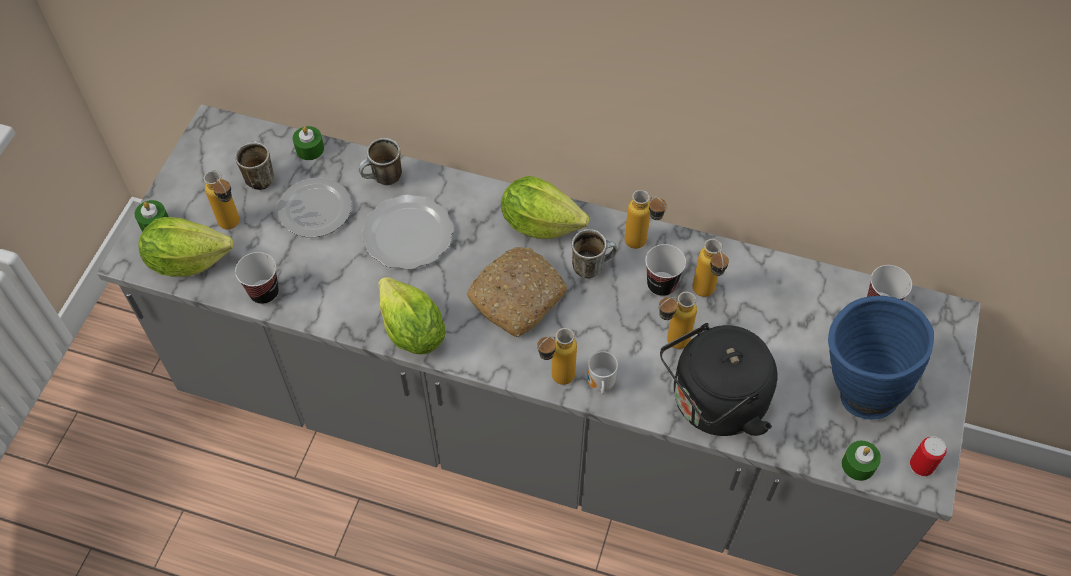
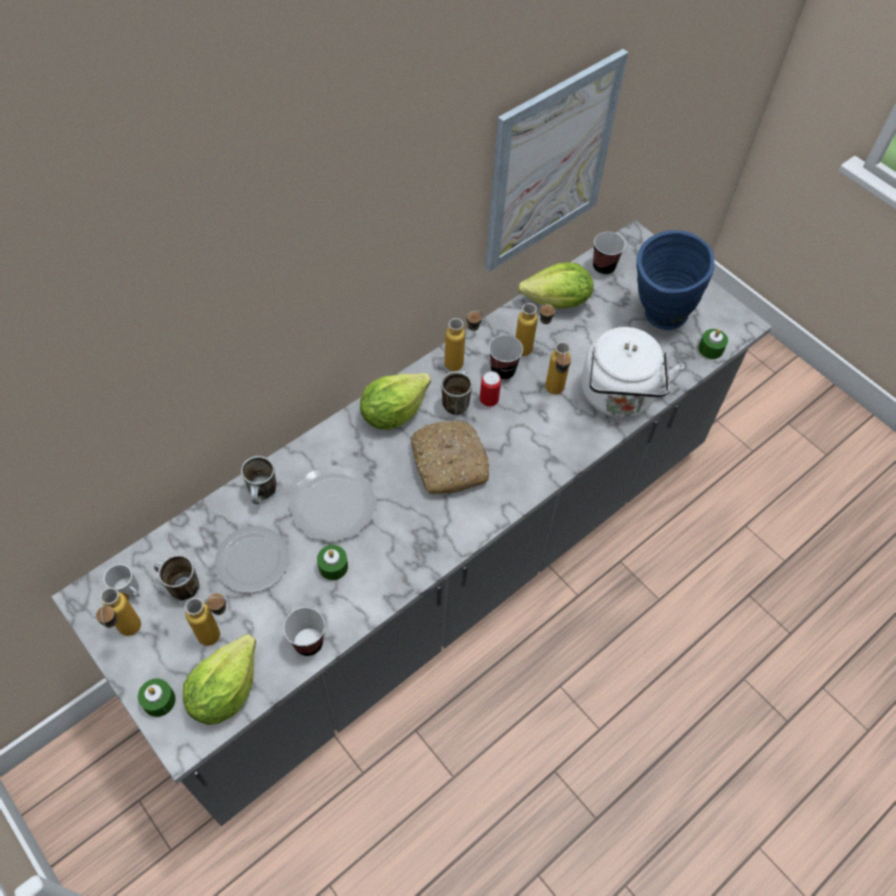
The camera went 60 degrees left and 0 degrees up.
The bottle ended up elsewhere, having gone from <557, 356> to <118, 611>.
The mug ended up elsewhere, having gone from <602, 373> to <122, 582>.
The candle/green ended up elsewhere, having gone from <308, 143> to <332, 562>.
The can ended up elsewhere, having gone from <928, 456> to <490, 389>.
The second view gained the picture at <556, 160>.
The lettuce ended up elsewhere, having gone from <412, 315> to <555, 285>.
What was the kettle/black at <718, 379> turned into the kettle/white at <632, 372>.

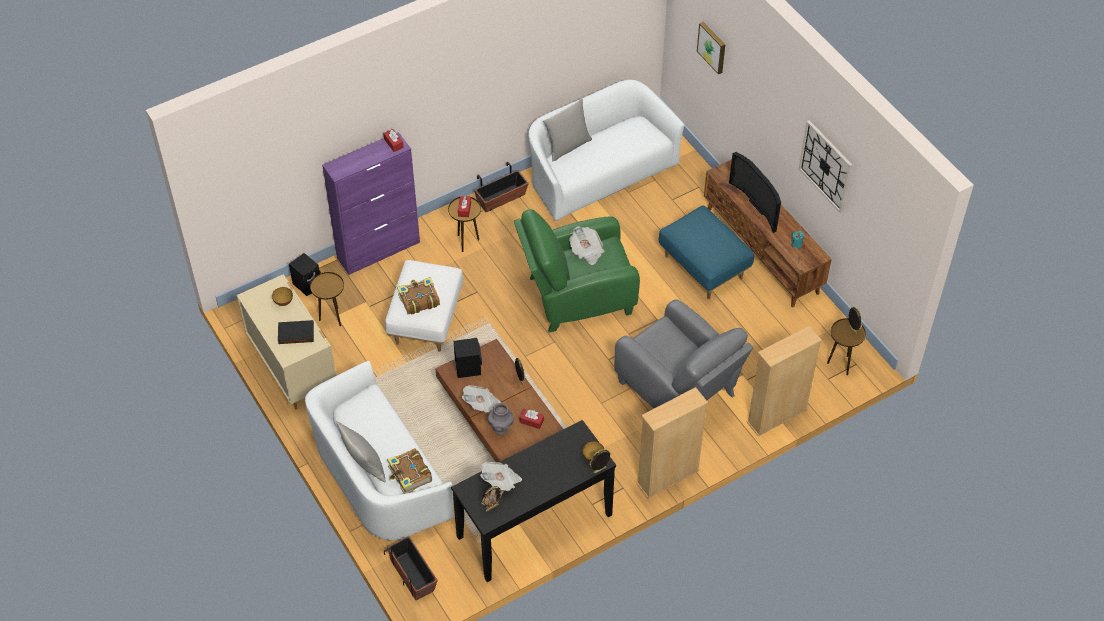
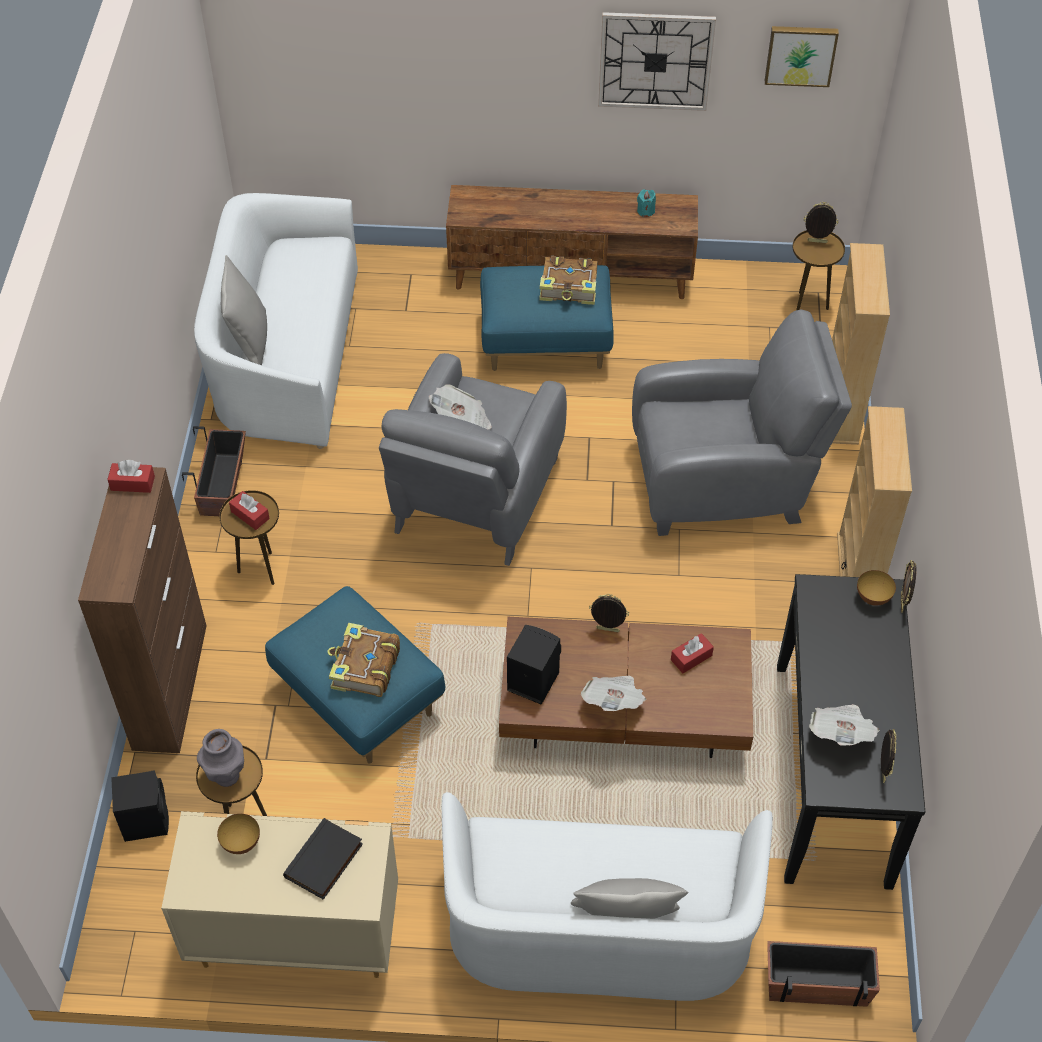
The camera went 55 degrees left and 0 degrees up.
What was the cabinet/purple at <371, 203> turned into the cabinet/brown at <142, 610>.
The vase/grey ended up elsewhere, having gone from <501, 419> to <220, 758>.
What was the ottoman/white at <424, 306> turned into the ottoman/blue at <355, 675>.
What was the armchair/green at <577, 270> turned into the armchair/grey at <473, 459>.
The book ended up elsewhere, having gone from <409, 471> to <568, 280>.
The picture ended up elsewhere, having gone from <711, 48> to <802, 56>.
The second view lost the television at <755, 192>.

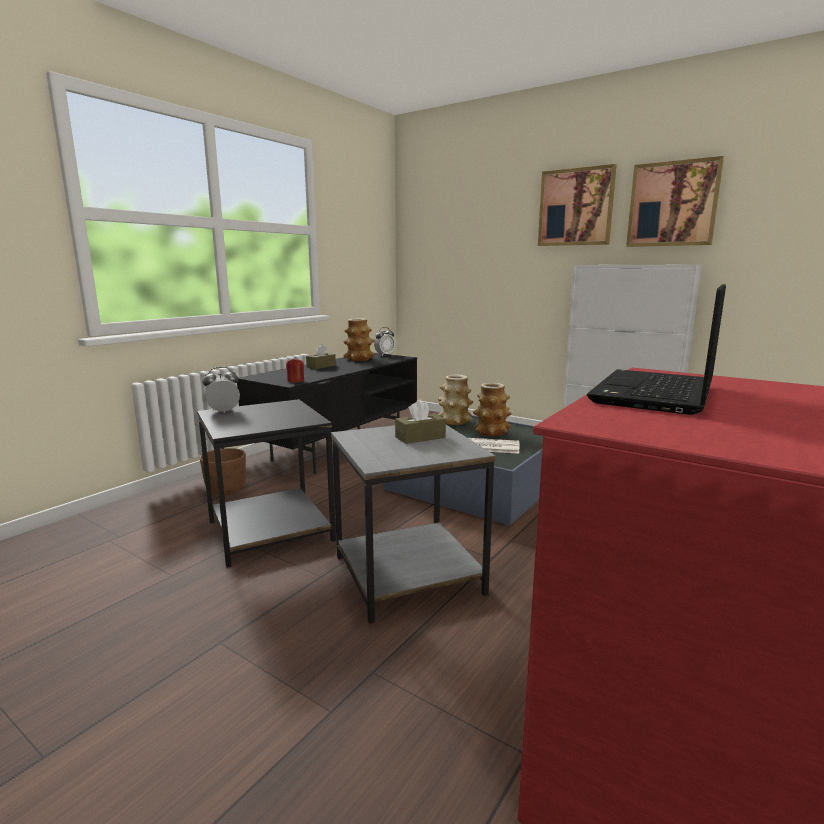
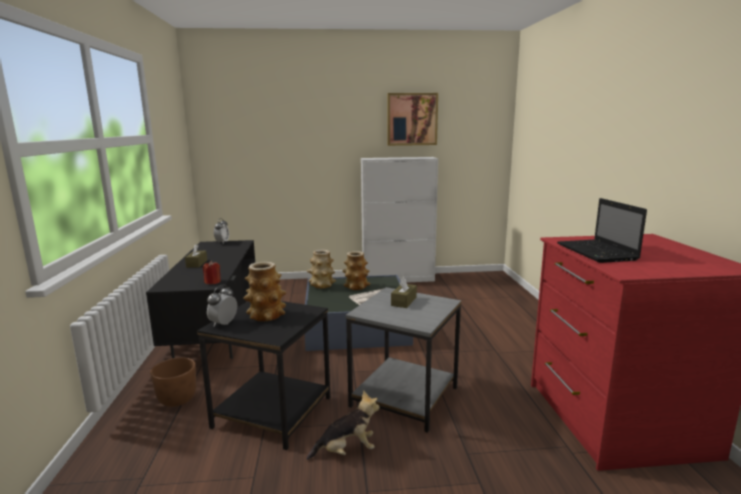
The camera went 40 degrees left and 0 degrees up.
The vase ended up elsewhere, having gone from <359, 339> to <264, 291>.
The second view gained the plush toy at <343, 425>.
The second view lost the picture at <577, 205>.

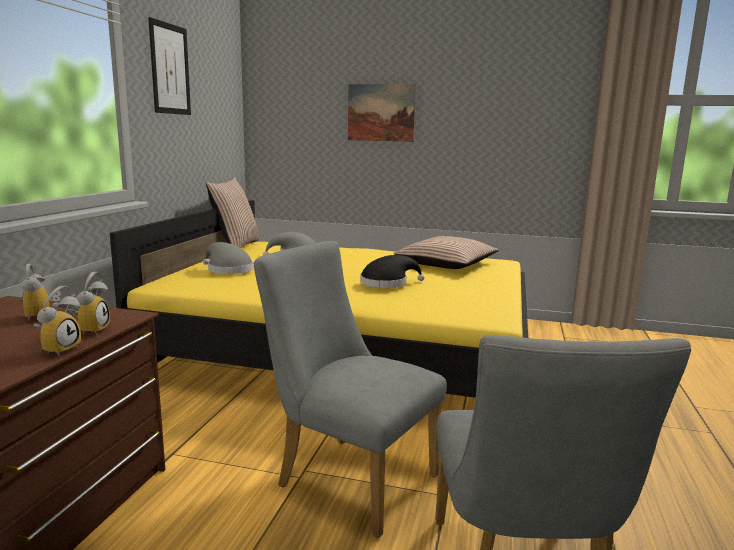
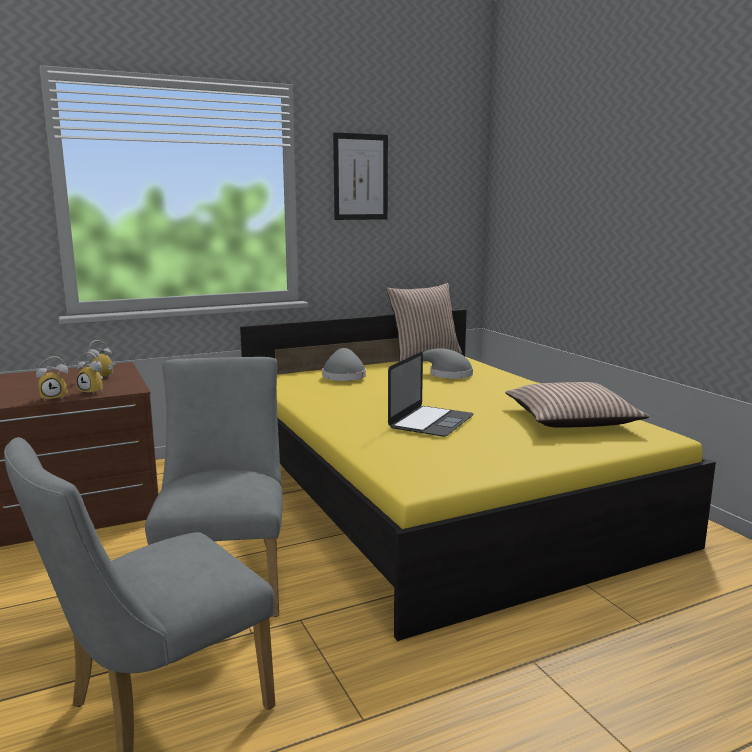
The camera went 50 degrees right and 0 degrees up.
The alarm clock at <88, 303> ended up facing another way, 60 degrees clockwise from before.
Where the hat/black stood at <392, 271>, the laptop came to stand at <431, 394>.
The second view lost the picture at <382, 113>.

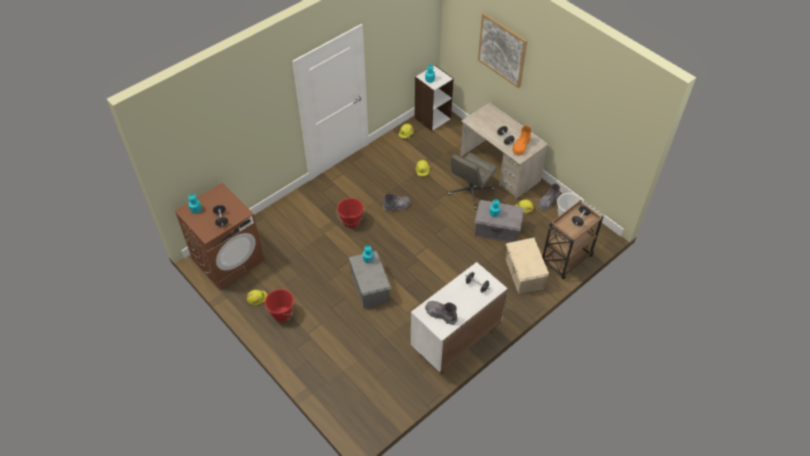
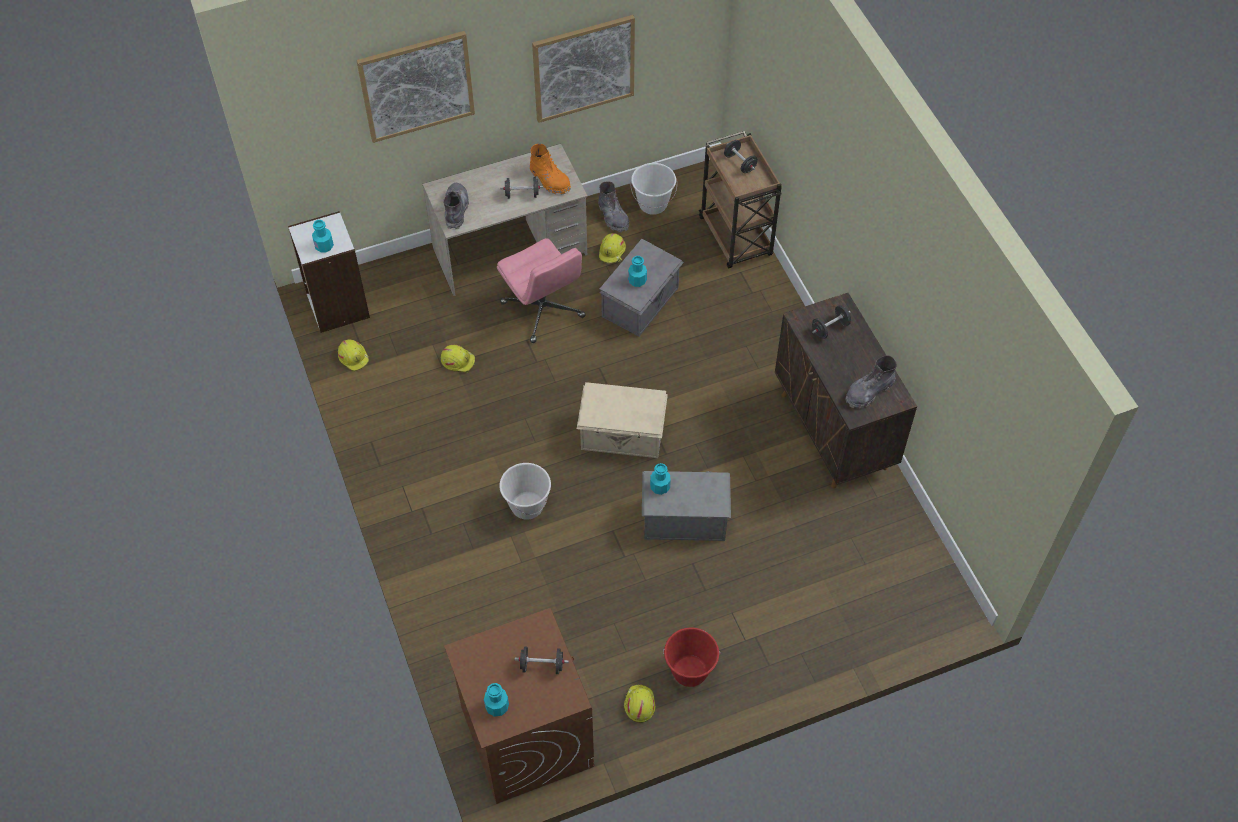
The camera went 70 degrees left and 5 degrees up.
The boot/grey ended up elsewhere, having gone from <396, 202> to <456, 206>.
What was the office chair/grey at <472, 181> turned into the office chair/pink at <541, 290>.
What was the bucket/red at <350, 213> turned into the bucket/white at <525, 491>.
The second view gained the picture at <583, 69>.
The storage box/beige ended up elsewhere, having gone from <527, 266> to <622, 420>.
What was the cabinet/white at <459, 318> turned into the cabinet/brown at <846, 390>.

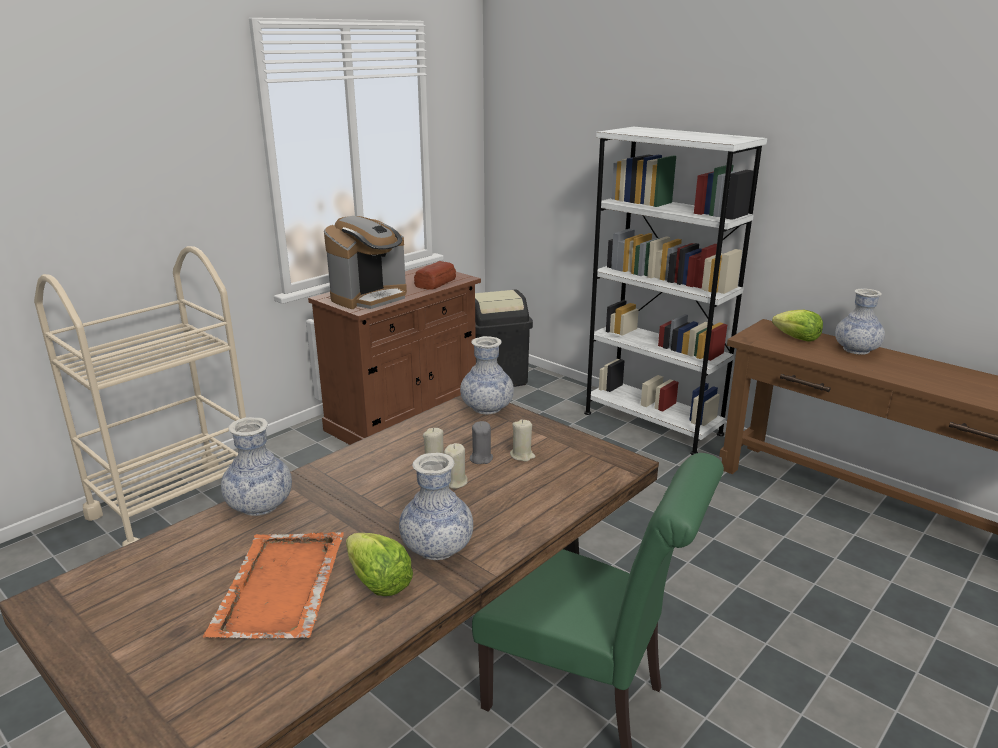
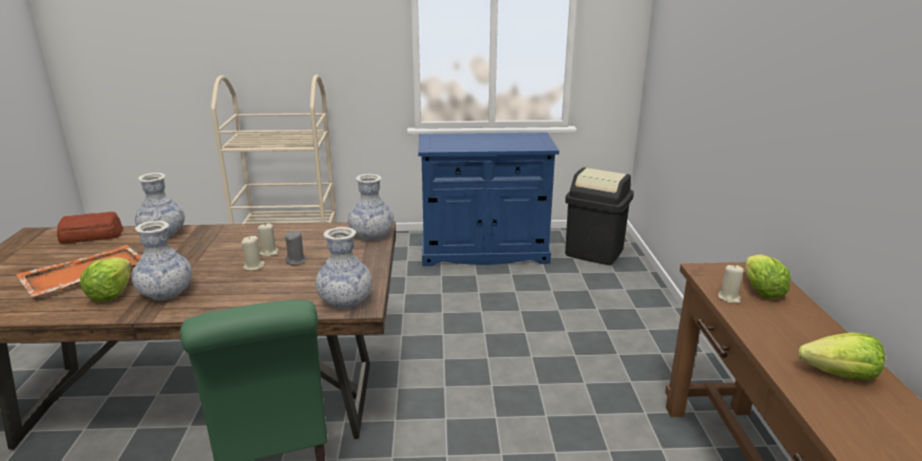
The camera went 45 degrees right and 0 degrees up.
The bread ended up elsewhere, having gone from <435, 275> to <90, 228>.
The vase ended up elsewhere, having gone from <860, 321> to <343, 268>.
What was the cabinet/brown at <394, 355> turned into the cabinet/blue at <488, 199>.
The candle/beige ended up elsewhere, having gone from <522, 440> to <731, 284>.
The second view gained the lettuce at <841, 356>.
The second view lost the coffee machine at <365, 262>.
The second view lost the bookcase/white at <675, 290>.

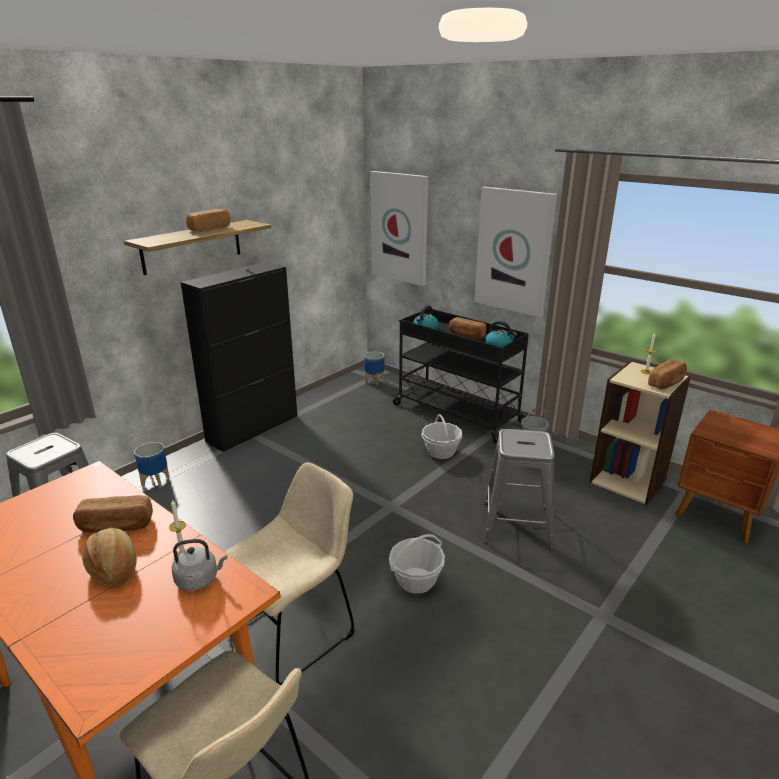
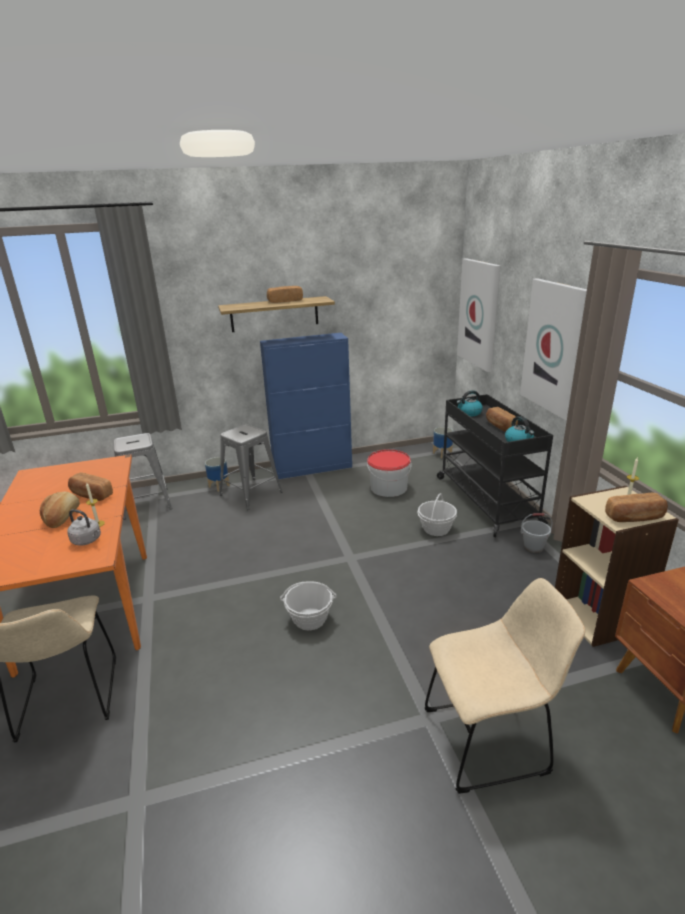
The camera went 35 degrees right and 0 degrees up.
The stool/grey ended up elsewhere, having gone from <519, 489> to <251, 467>.
What was the cabinet/black at <238, 357> turned into the cabinet/blue at <306, 406>.
The second view gained the bucket at <389, 473>.
The chair/beige ended up elsewhere, having gone from <290, 573> to <505, 686>.

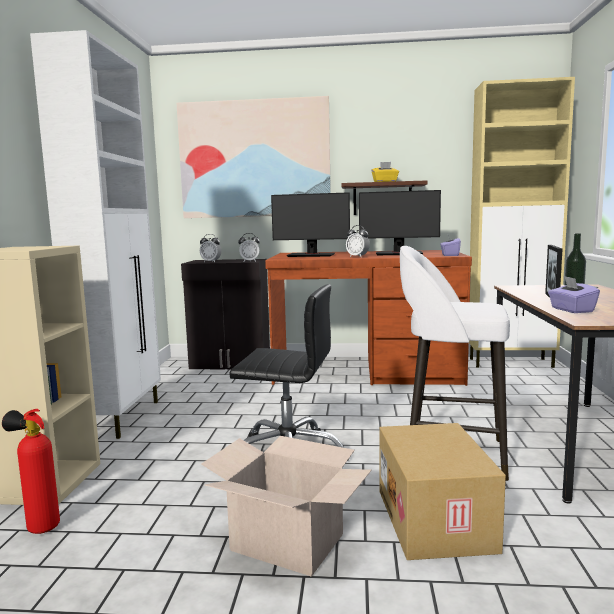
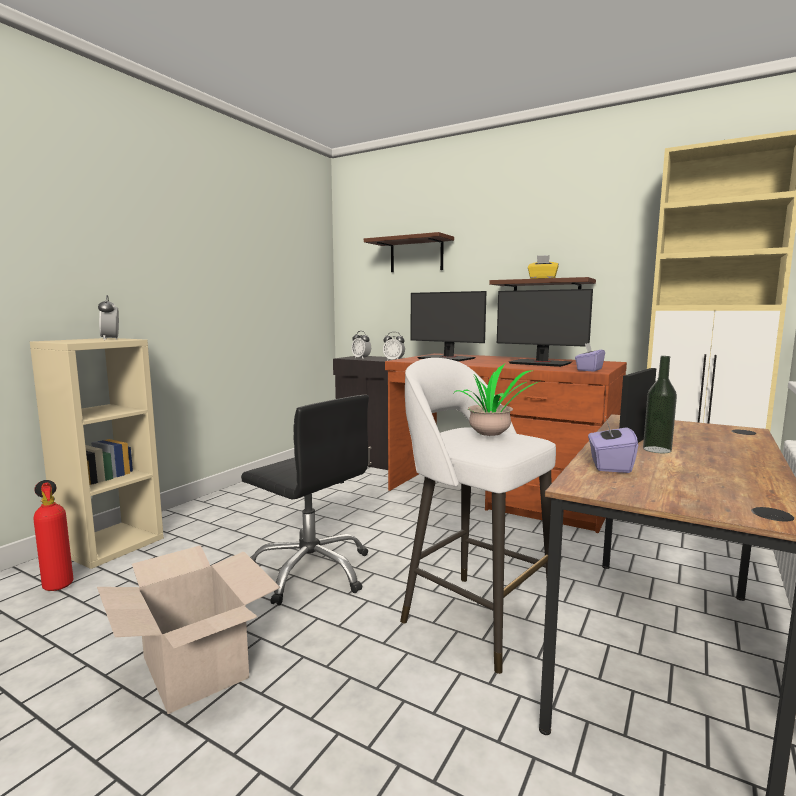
The camera went 25 degrees right and 0 degrees up.
The alarm clock ended up elsewhere, having gone from <358, 241> to <108, 317>.
Where the picture hung at <253, 157>, the shelf/brown came to hang at <409, 252>.
The second view gained the potted plant at <495, 400>.
The second view lost the cabinet/white at <95, 234>.
The second view lost the cardboard box at <442, 491>.

